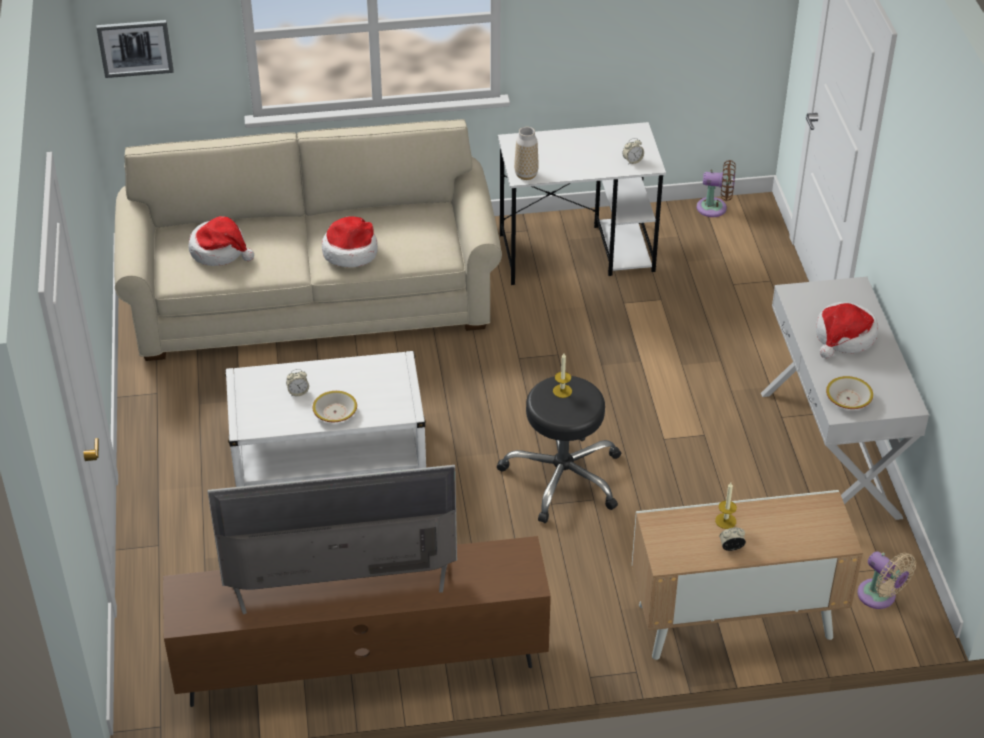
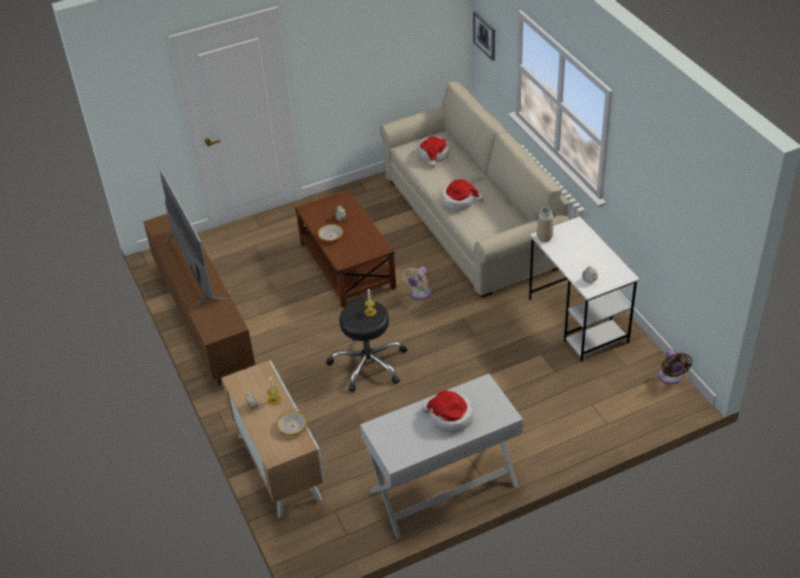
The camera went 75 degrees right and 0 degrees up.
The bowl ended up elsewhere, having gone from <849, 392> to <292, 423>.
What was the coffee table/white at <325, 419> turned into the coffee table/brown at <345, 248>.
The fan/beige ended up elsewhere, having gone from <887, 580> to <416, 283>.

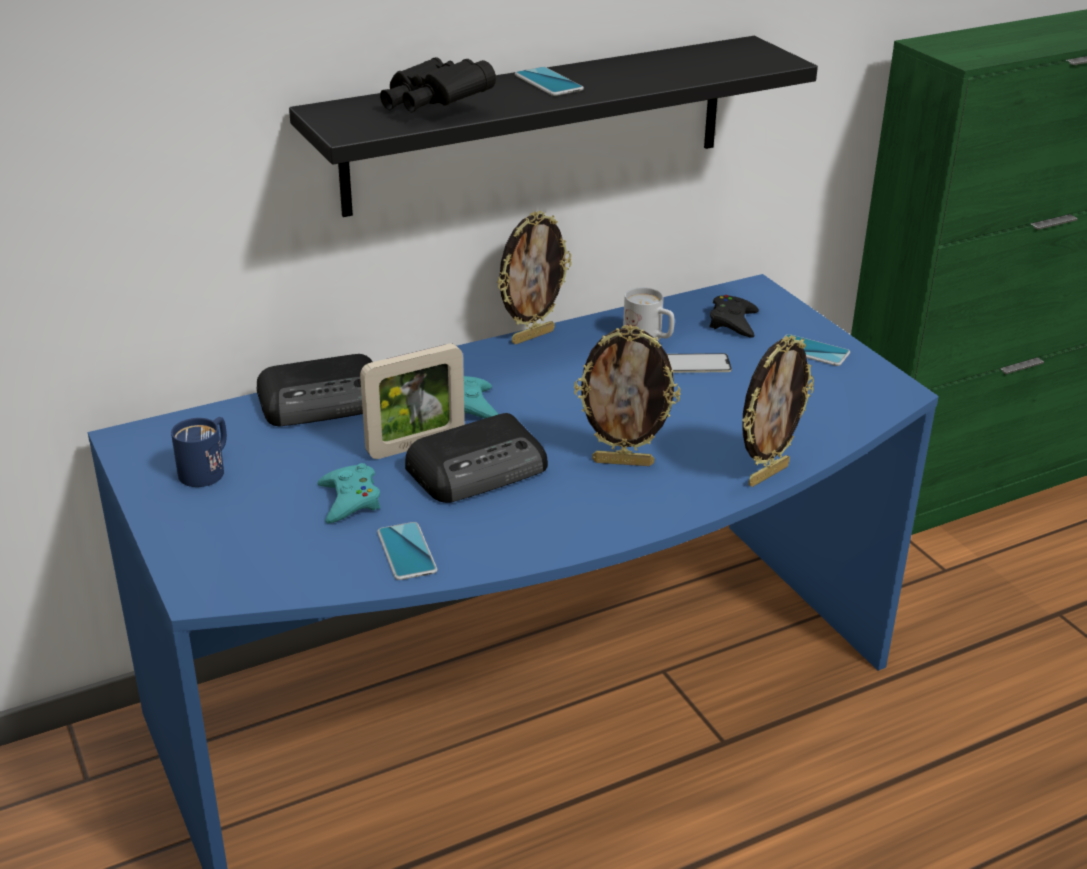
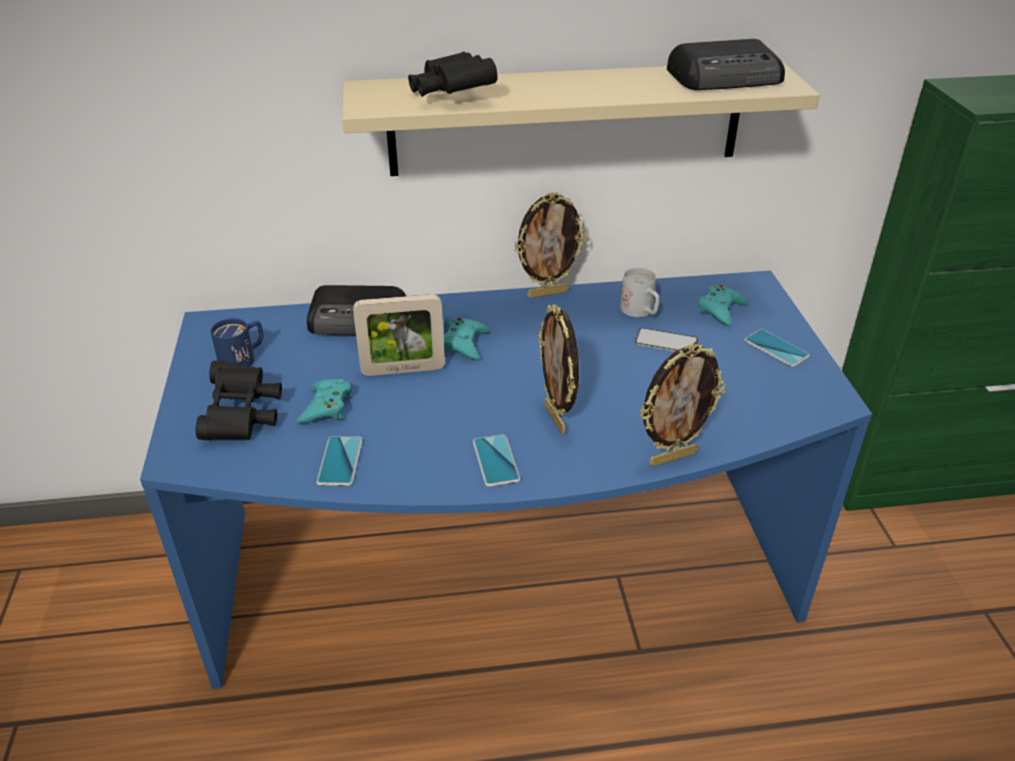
The camera went 20 degrees right and 5 degrees up.
The second view gained the binoculars/black at <239, 400>.
What was the shelf/black at <553, 126> turned into the shelf/beige at <581, 118>.
The phone ended up elsewhere, having gone from <549, 81> to <496, 460>.
The picture frame at <627, 395> ended up facing another way, 45 degrees clockwise from before.
The radio ended up elsewhere, having gone from <476, 458> to <726, 64>.
What was the game controller/black at <734, 316> turned into the game controller/turquoise at <722, 306>.

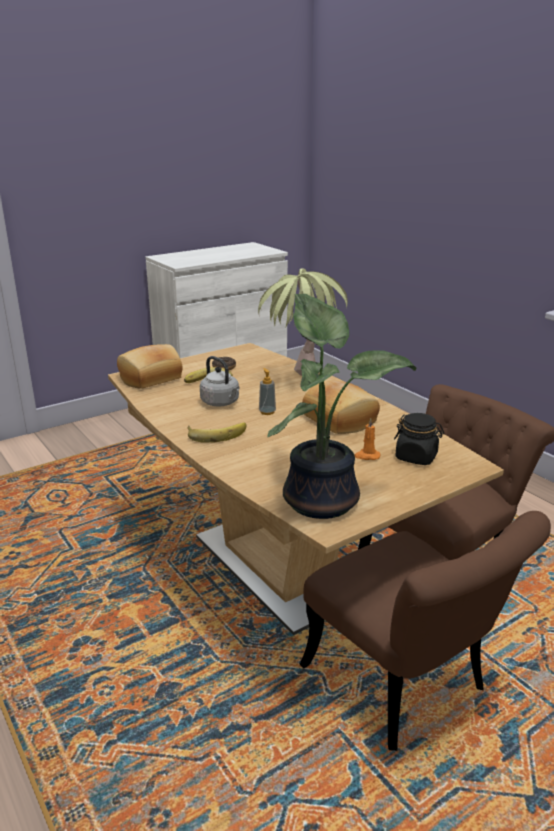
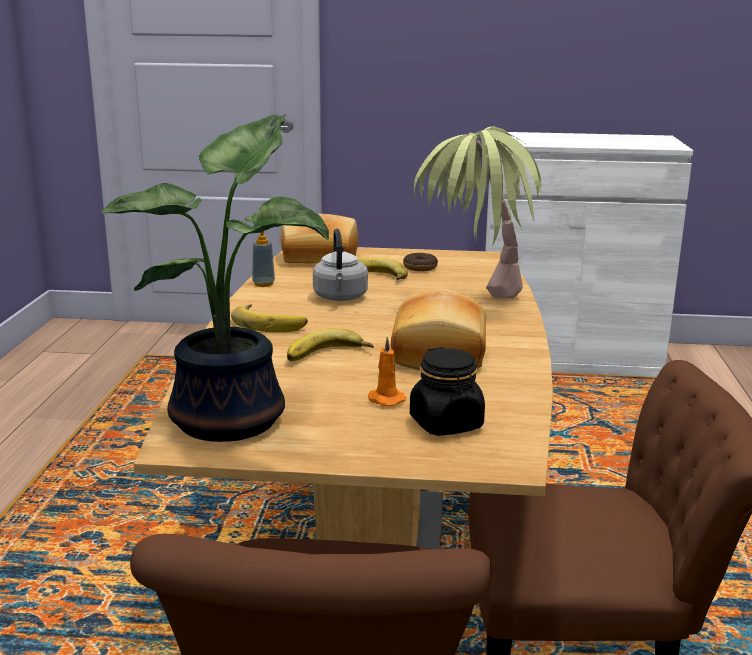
The camera went 40 degrees right and 5 degrees down.
The soap dispenser ended up elsewhere, having gone from <267, 391> to <263, 259>.
The second view gained the banana at <330, 345>.

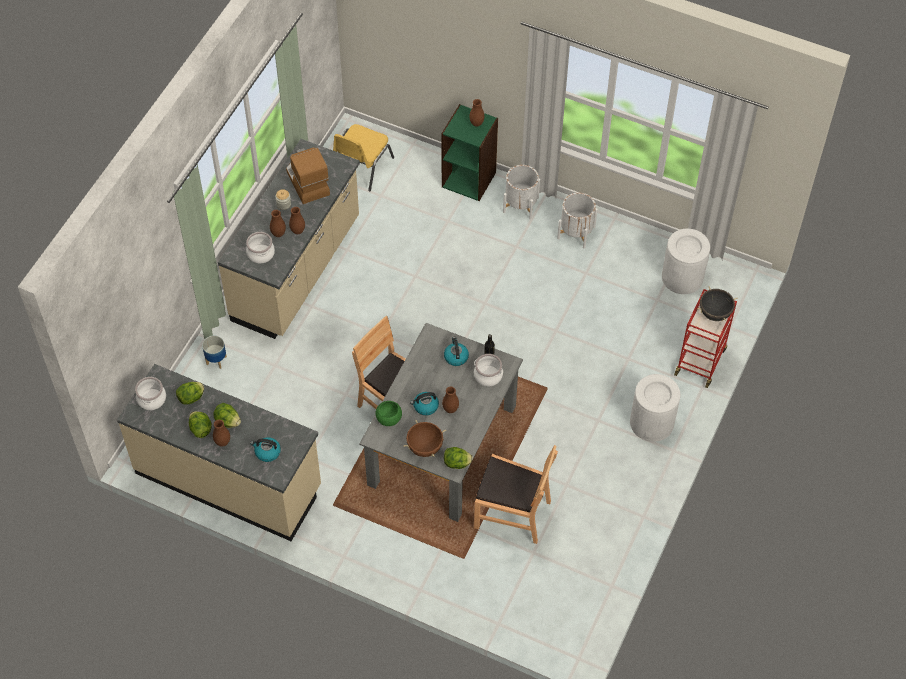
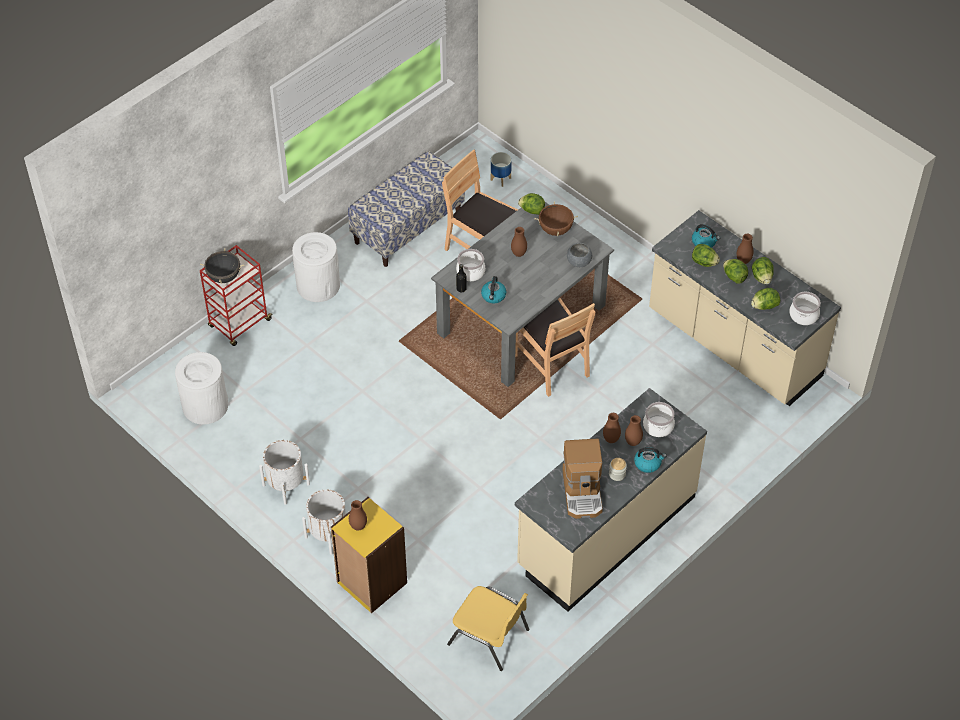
The camera went 160 degrees left and 5 degrees down.
What was the bookcase/green at <470, 152> turned into the bookcase/yellow at <369, 555>.
The second view gained the bench at <406, 209>.
The chair/yellow at <363, 157> ended up facing another way, 75 degrees clockwise from before.
The planter ended up elsewhere, having gone from <214, 352> to <501, 169>.
What was the bowl/green at <389, 413> turned into the bowl/grey at <579, 255>.
The kettle ended up elsewhere, having gone from <424, 403> to <650, 460>.
The second view gained the lettuce at <706, 255>.

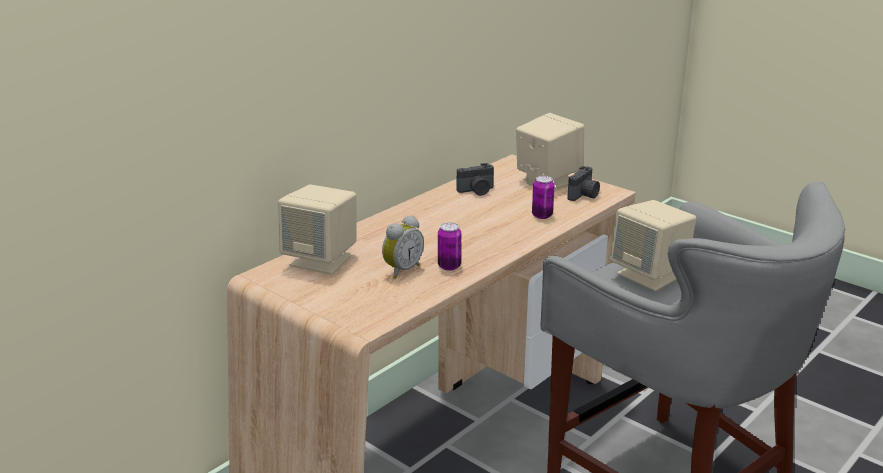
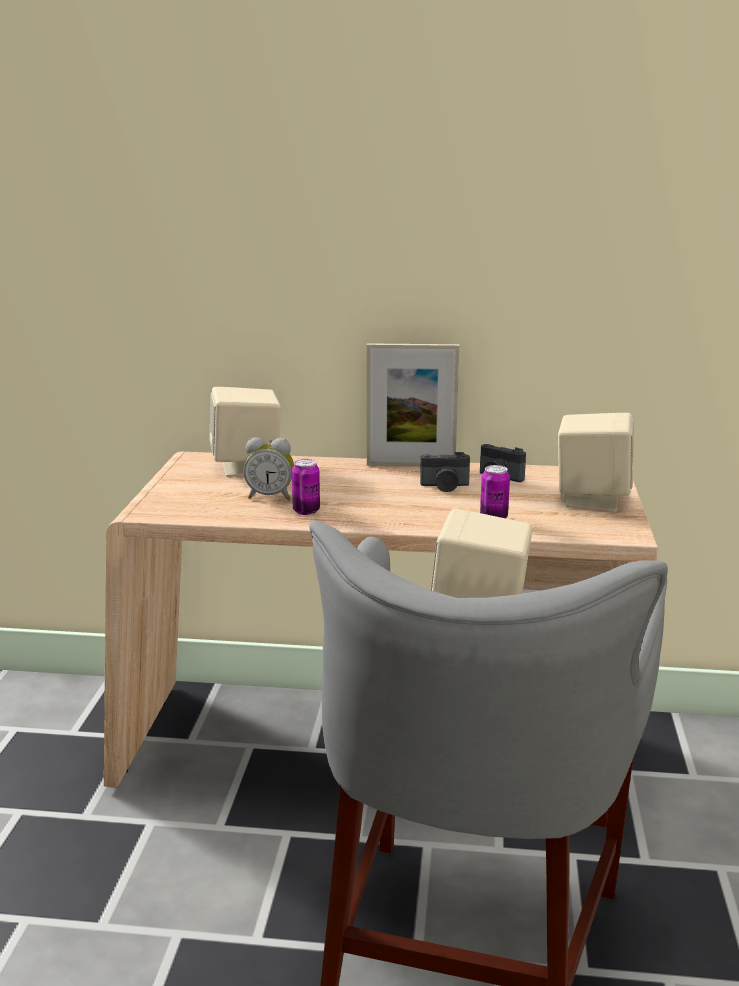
The camera went 55 degrees right and 5 degrees down.
The second view gained the picture frame at <413, 405>.
The photo camera ended up elsewhere, having gone from <583, 183> to <445, 472>.

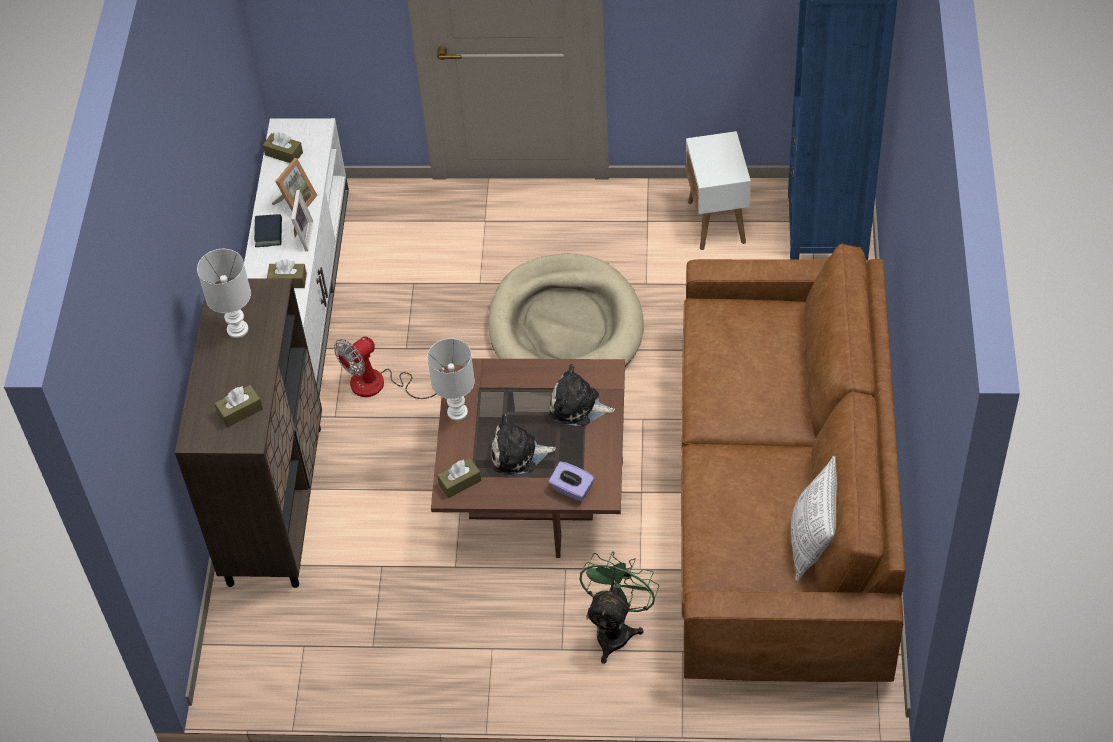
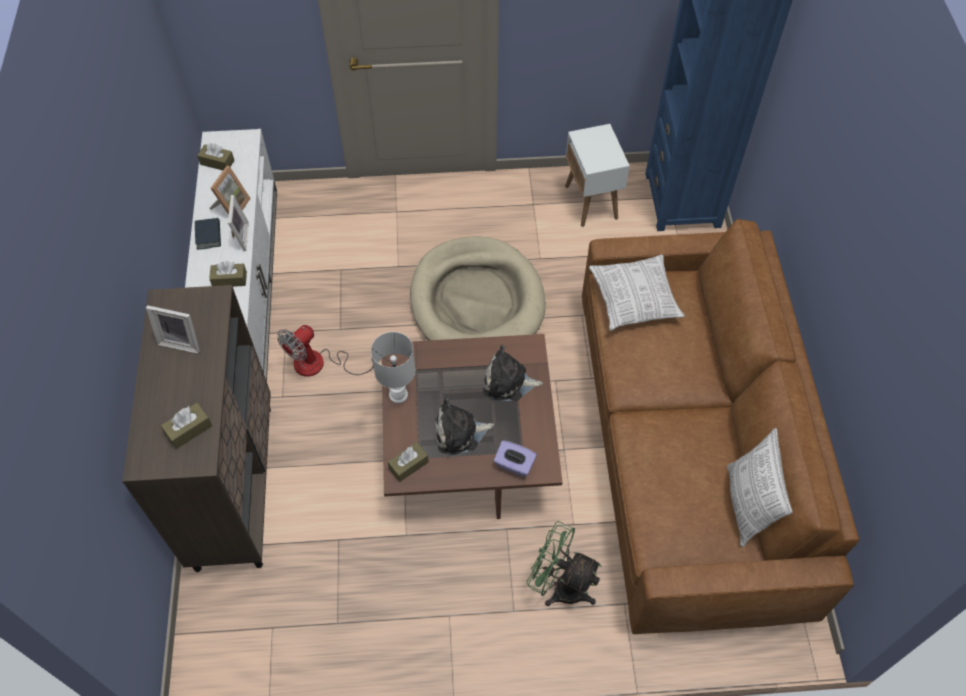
The camera went 10 degrees left and 5 degrees up.
Where the table lamp/white stood at <224, 293>, the picture frame came to stand at <173, 329>.
The fan/green at <619, 607> ended up facing another way, 75 degrees counterclockwise from before.
The second view gained the pillow at <637, 293>.

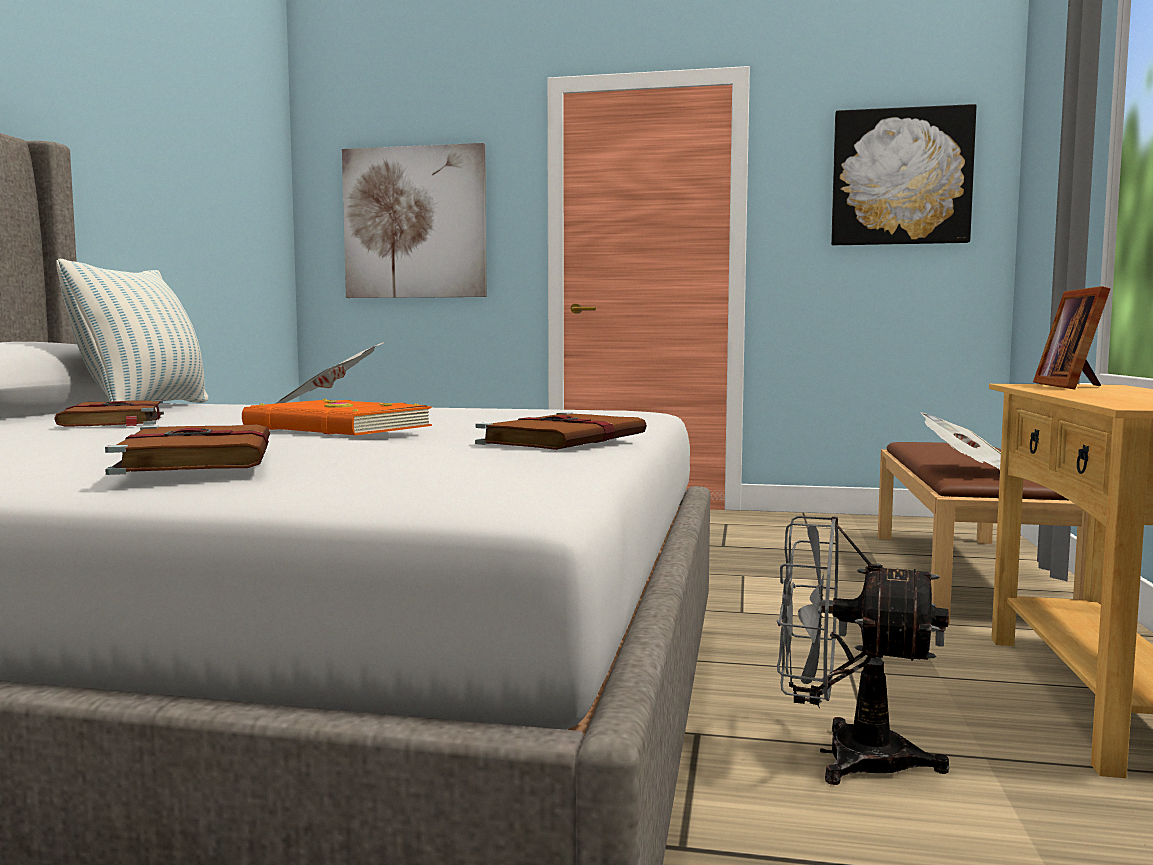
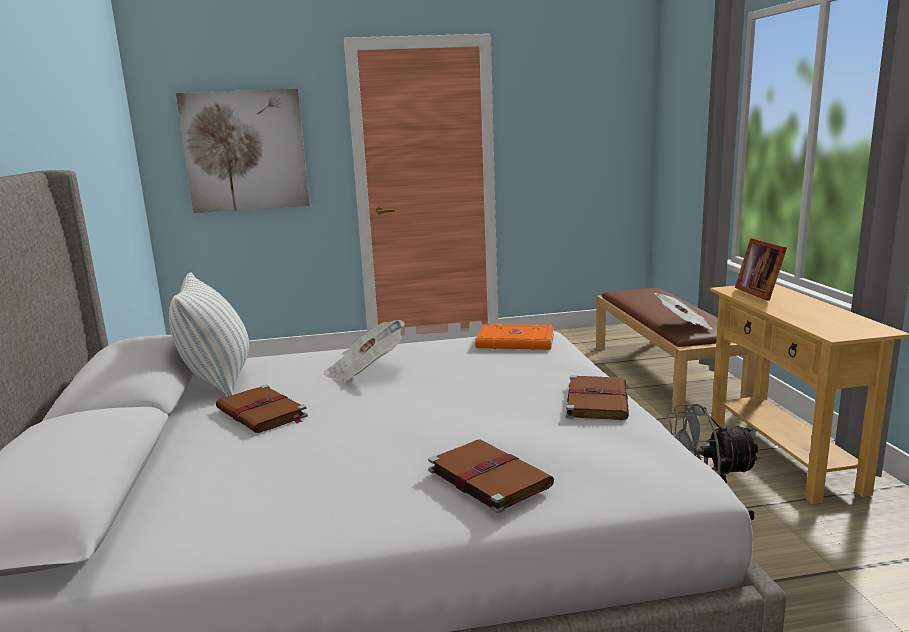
The camera went 20 degrees left and 10 degrees up.
The book/orange ended up elsewhere, having gone from <337, 417> to <514, 337>.
The second view lost the picture at <904, 174>.

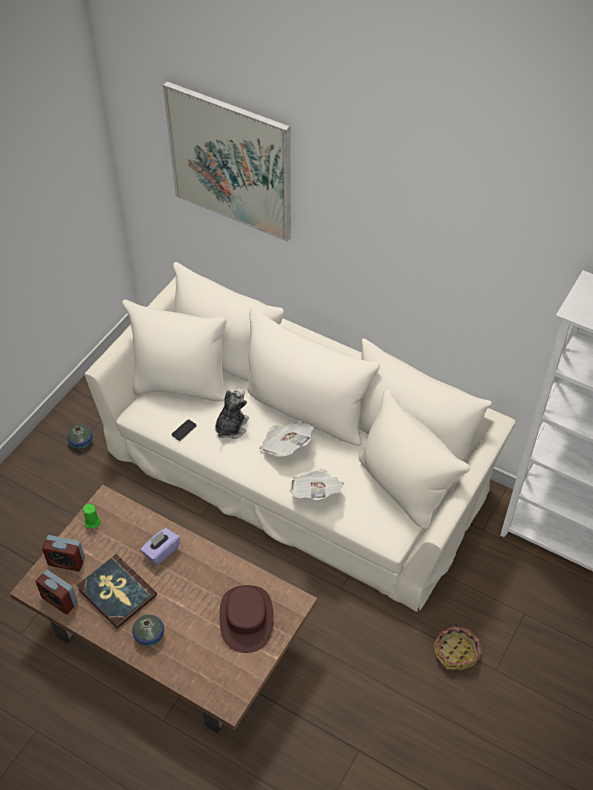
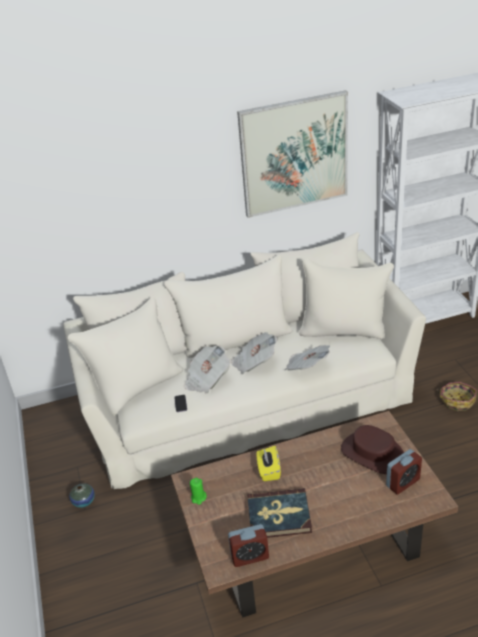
The camera went 45 degrees left and 15 degrees down.
Where the plush toy stood at <232, 413>, the newspaper came to stand at <207, 369>.
The picture ended up elsewhere, having gone from <227, 161> to <292, 154>.
What was the tissue box/purple at <160, 546> turned into the tissue box/yellow at <268, 463>.
The alarm clock ended up elsewhere, having gone from <63, 553> to <404, 472>.
The second view lost the vase at <148, 630>.

